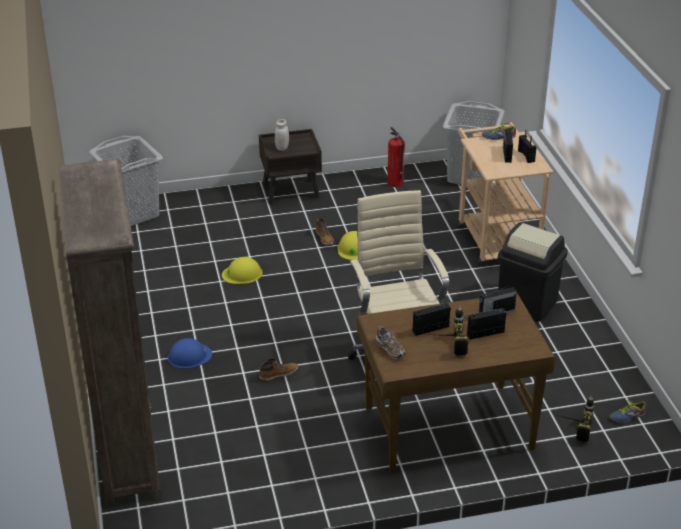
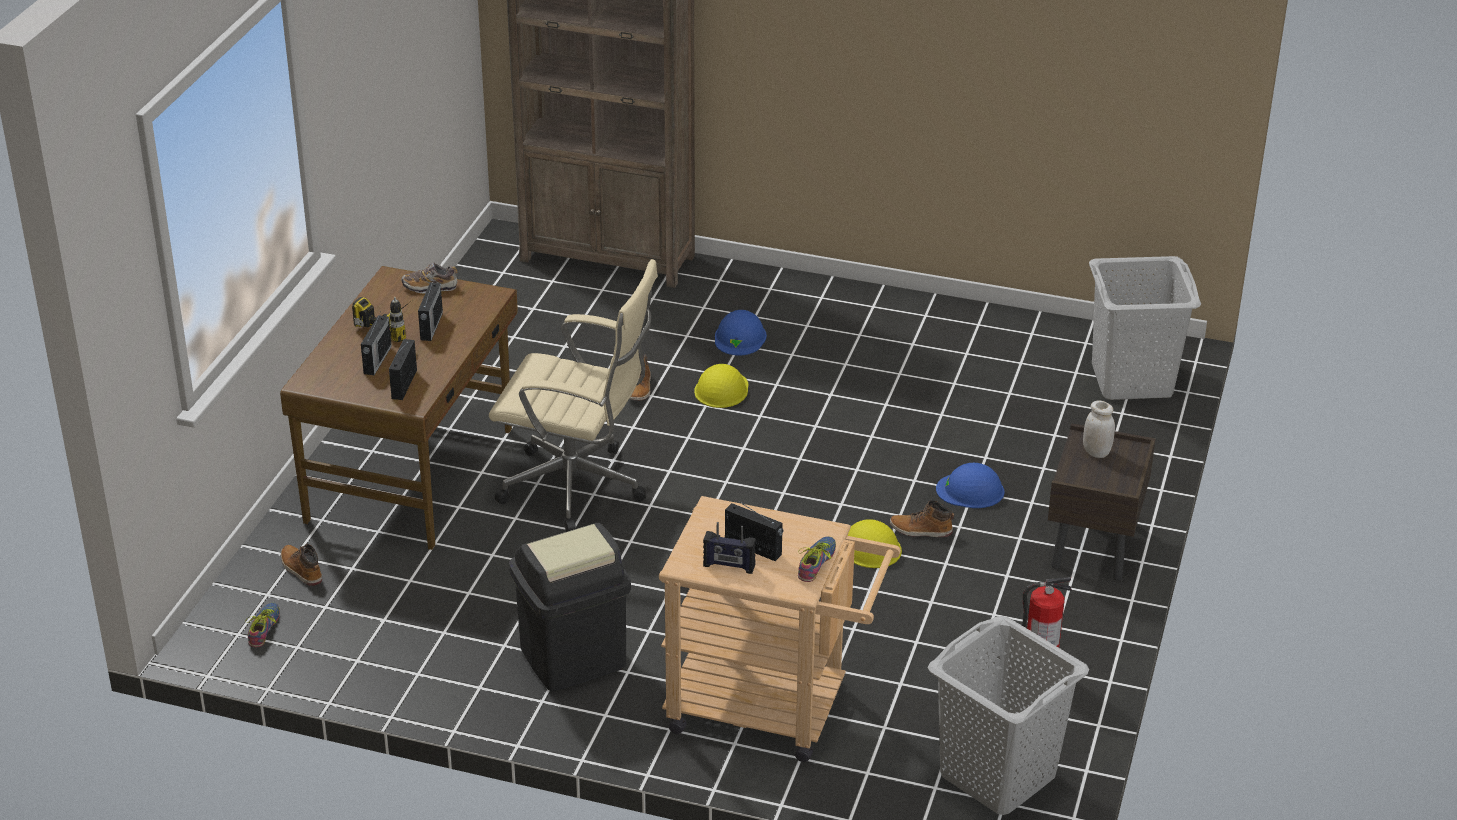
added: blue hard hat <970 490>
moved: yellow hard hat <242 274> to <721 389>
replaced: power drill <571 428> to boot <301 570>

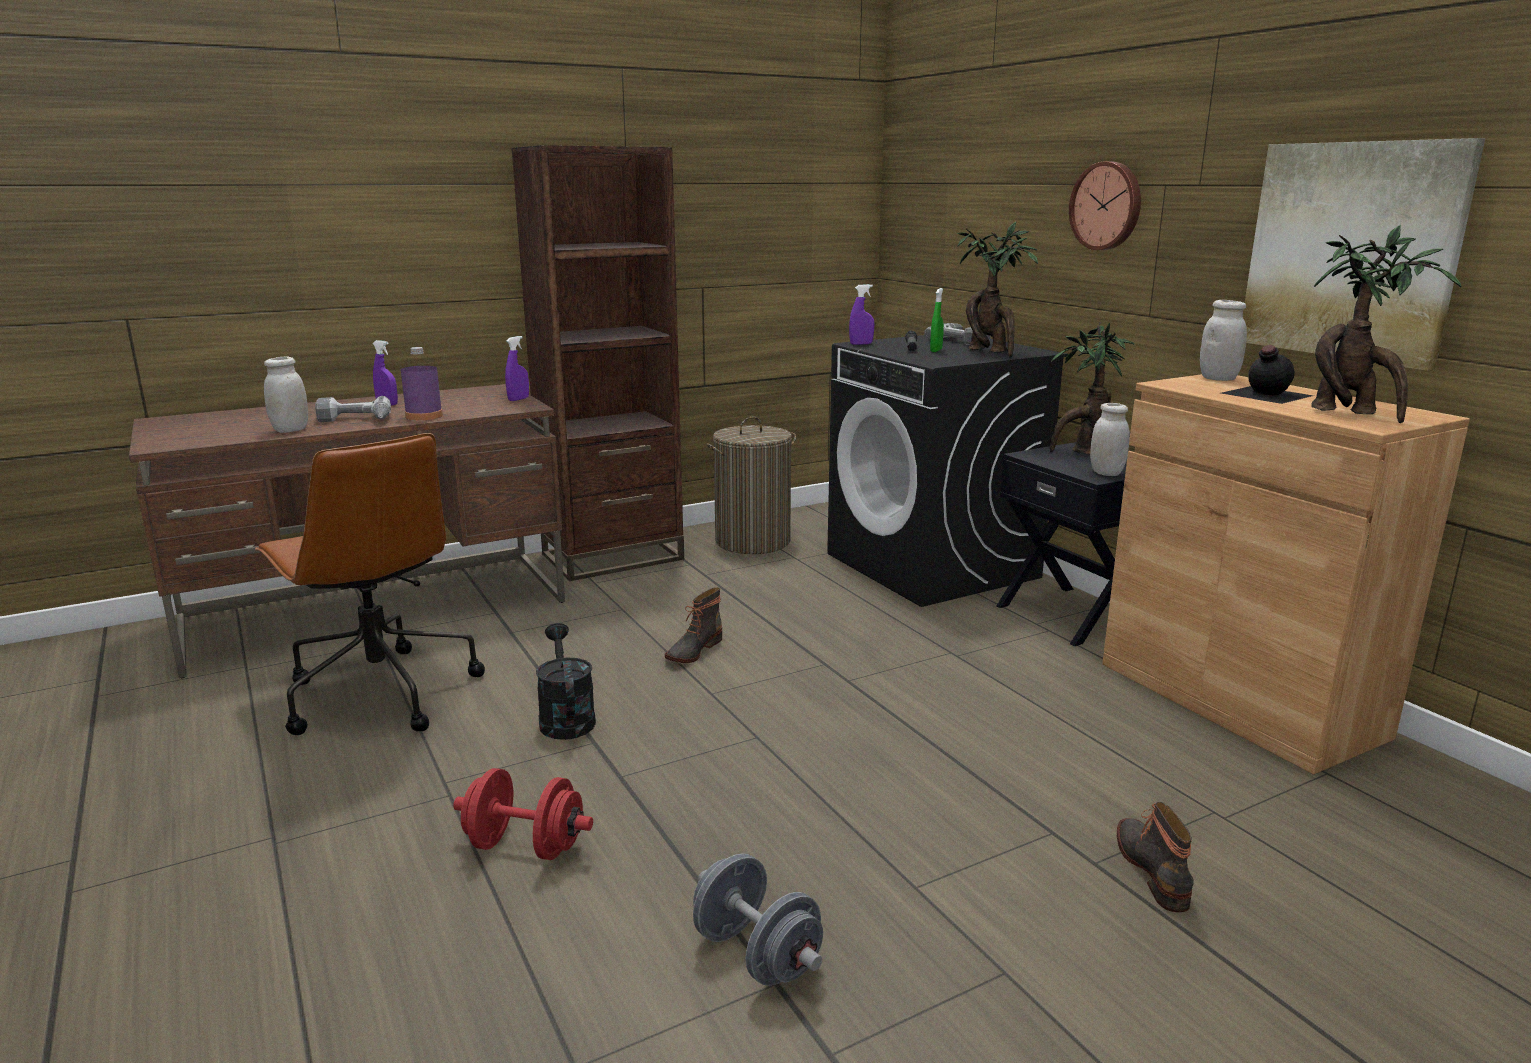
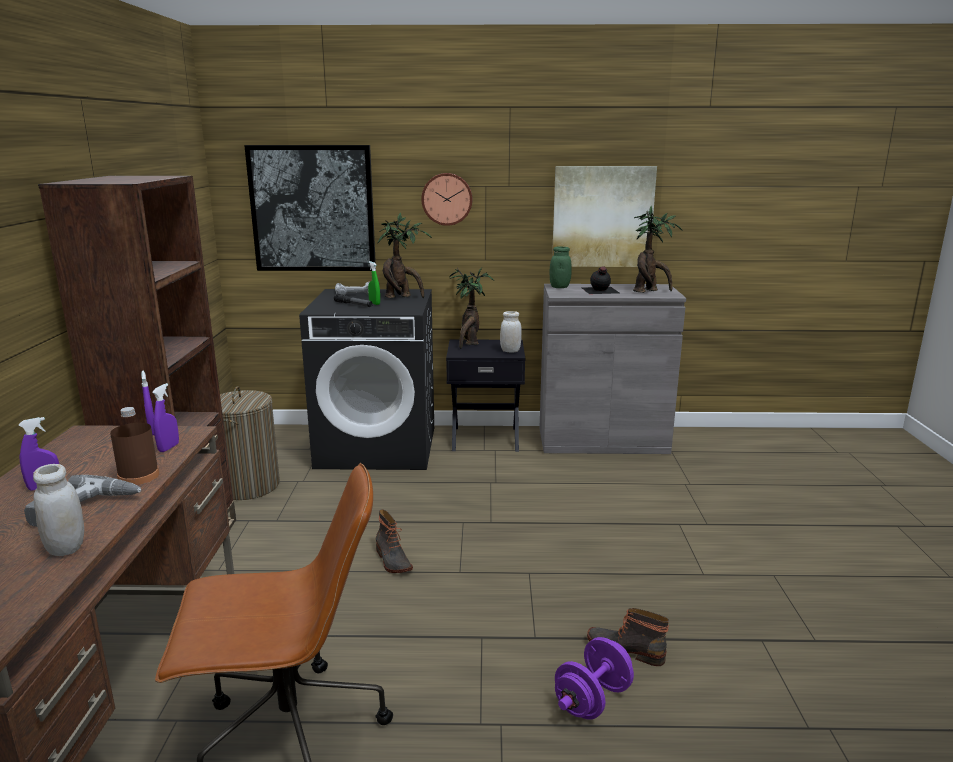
removed: black watering can <565 718>; grey dumbbell <756 954>
added: picture <312 209>
moved: purple spray bottle <861 344> to <168 448>; boot <1154 870> to <626 649>
recoloured: white jar <1218 378> to green jar <559 287>; purple bottle <424 416> to brown bottle <138 476>; brown cabinet <1238 699> to grey cabinet <602 440>; red dumbbell <525 846> to purple dumbbell <592 699>

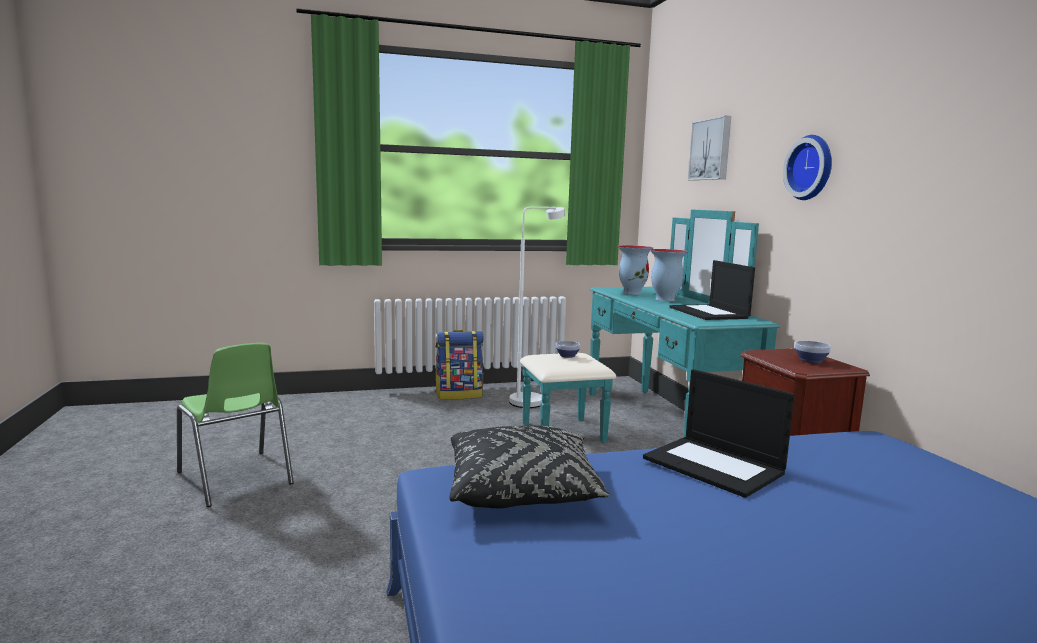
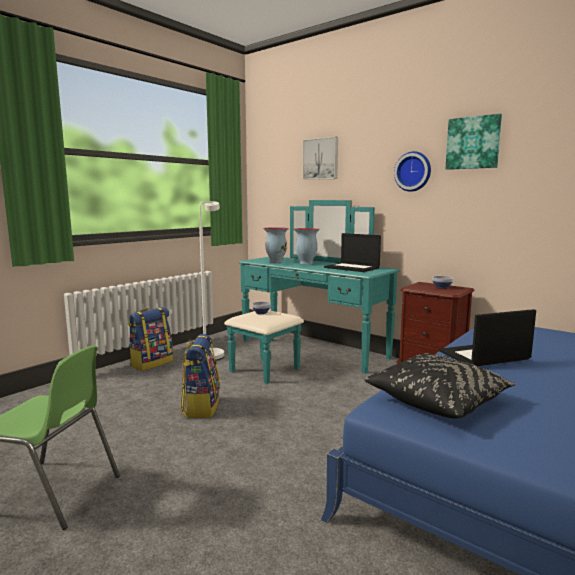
added: picture <473 143>; backpack <201 407>
turned: laptop <715 466> = <483 356> 150 degrees clockwise

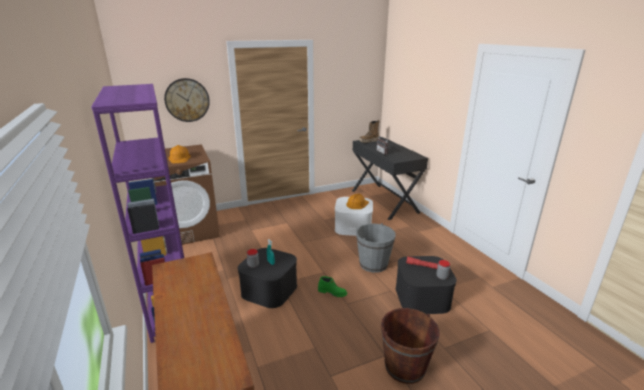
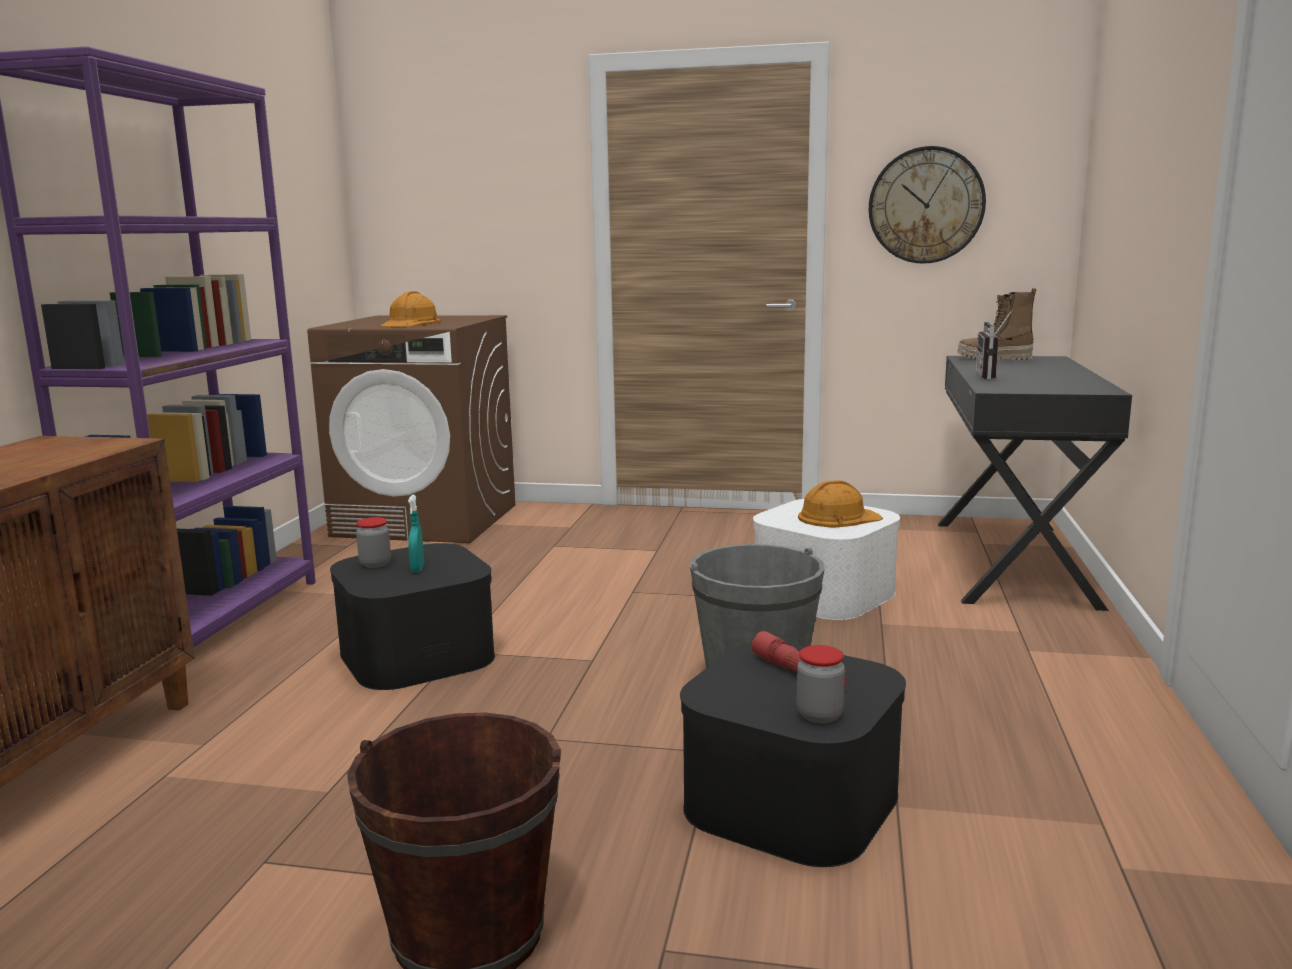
removed: green boot <332 292>
moved: wall clock <187 100> to <926 205>

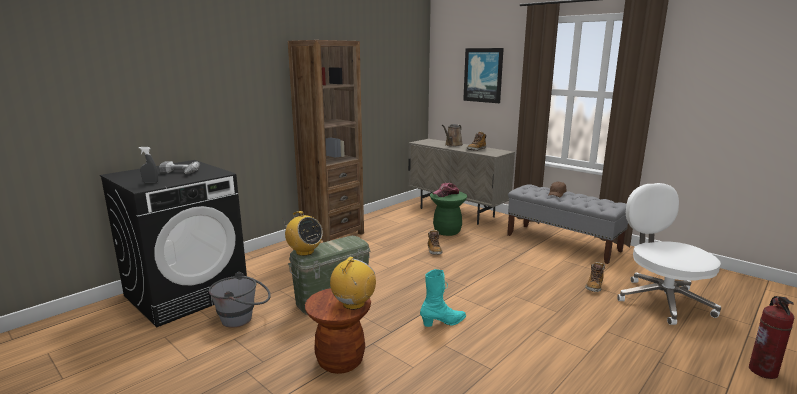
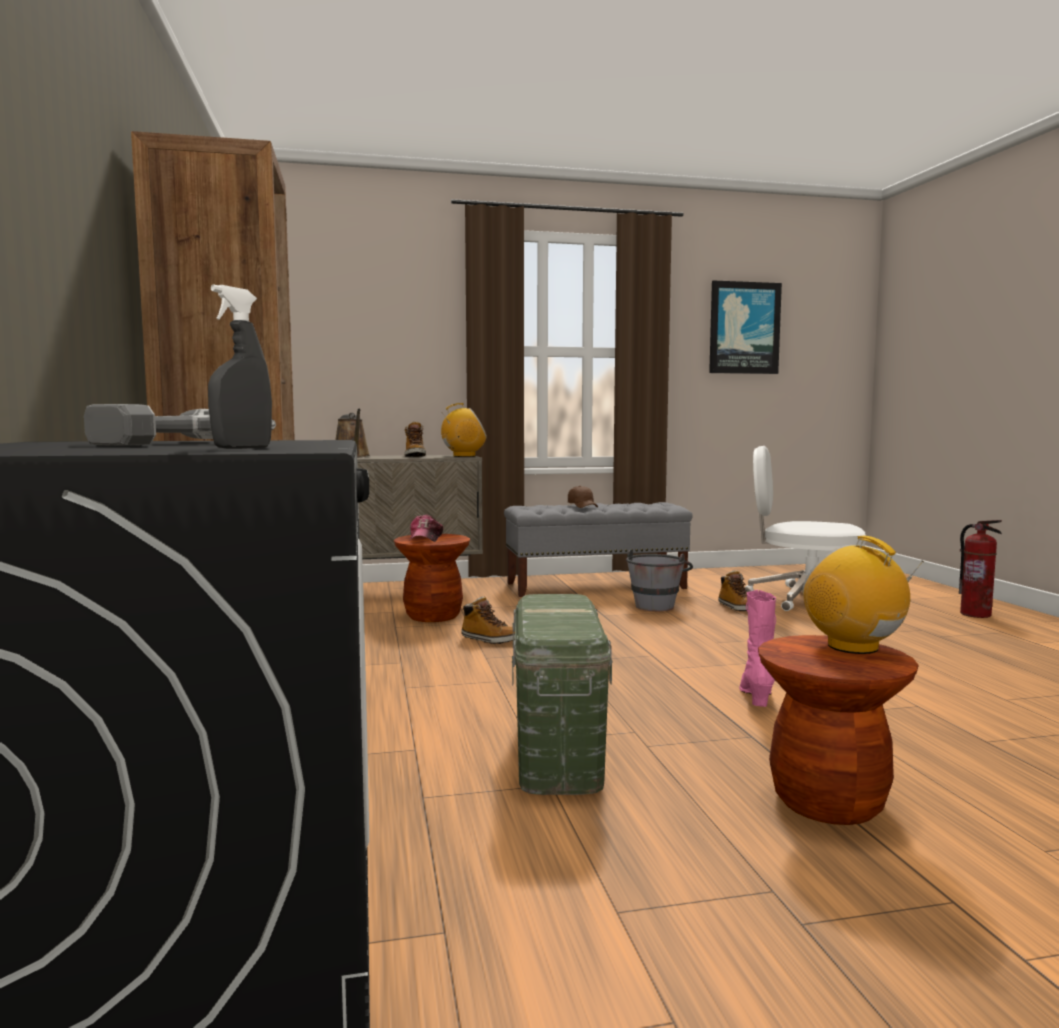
moved: picture <483 75> to <744 328>; radio <304 252> to <464 456>; grey bucket <243 319> to <657 605>
recoloured: green stool <447 231> to brown stool <433 616>; turquoise boot <443 323> to pink boot <756 697>

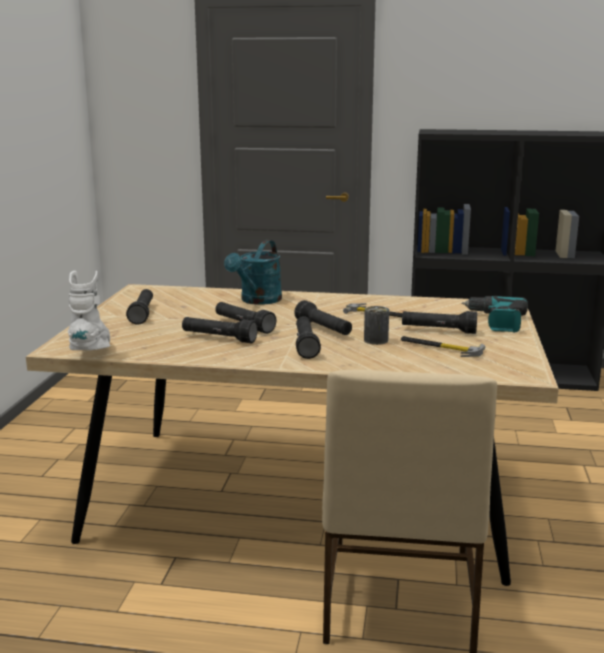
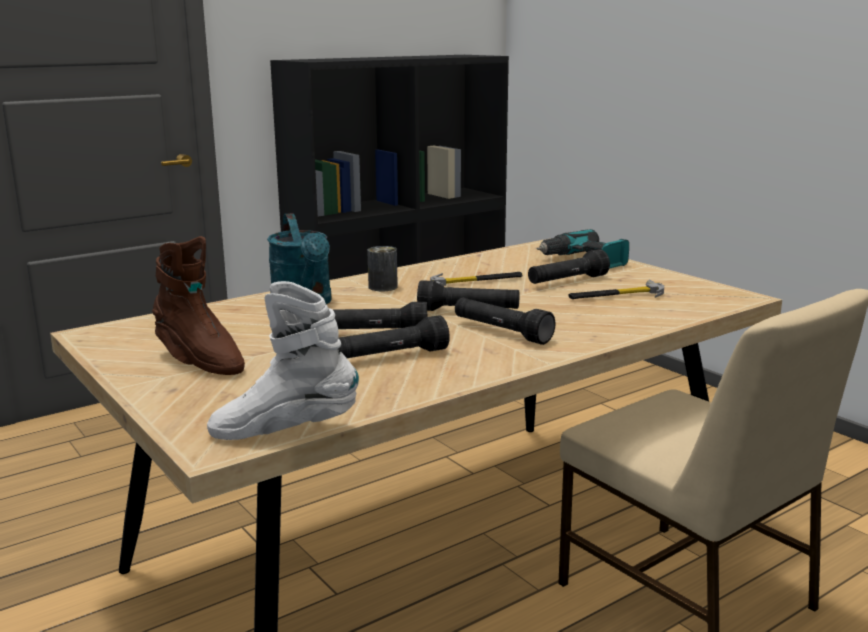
moved: can <376 340> to <383 287>
replaced: black flashlight <142 314> to brown boot <199 361>
turned: white boot <93 353> = <285 431> 45 degrees counterclockwise

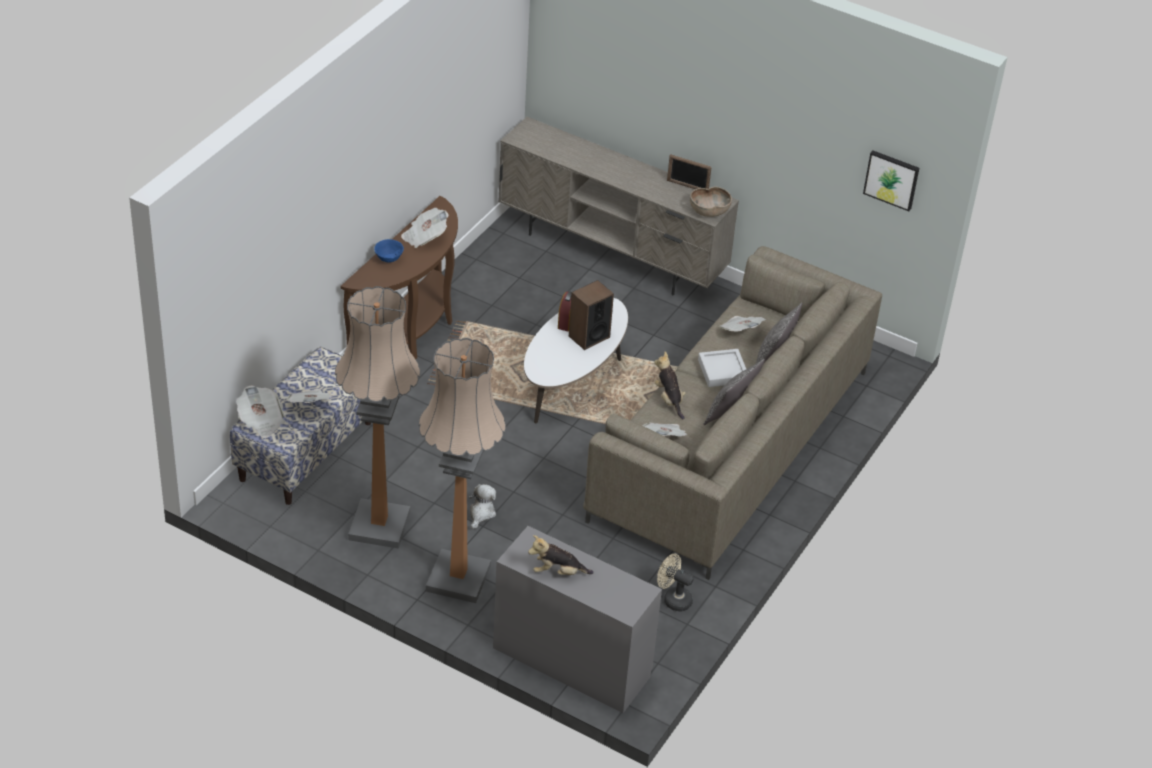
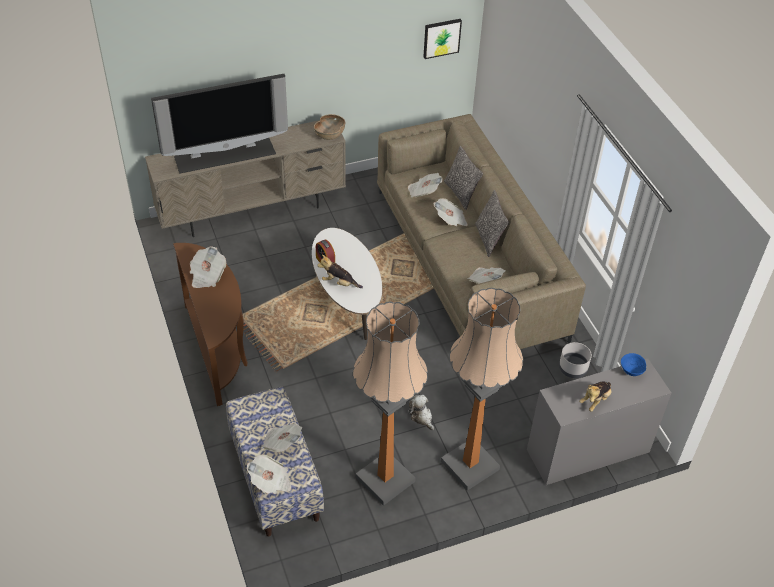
removed: picture frame <687 186>; speaker <589 336>
added: television <224 154>
moved: blue bowl <389 259> to <631 371>; plush toy <669 399> to <339 283>
replaced: grey tray <722 371> to newspaper <450 220>; beige fan <673 599> to grey planter <573 368>

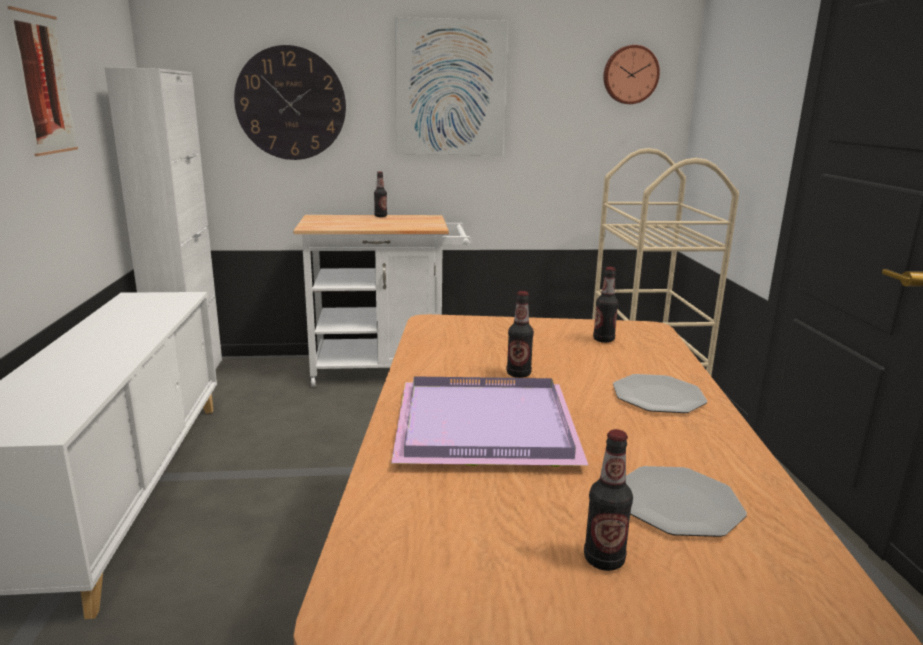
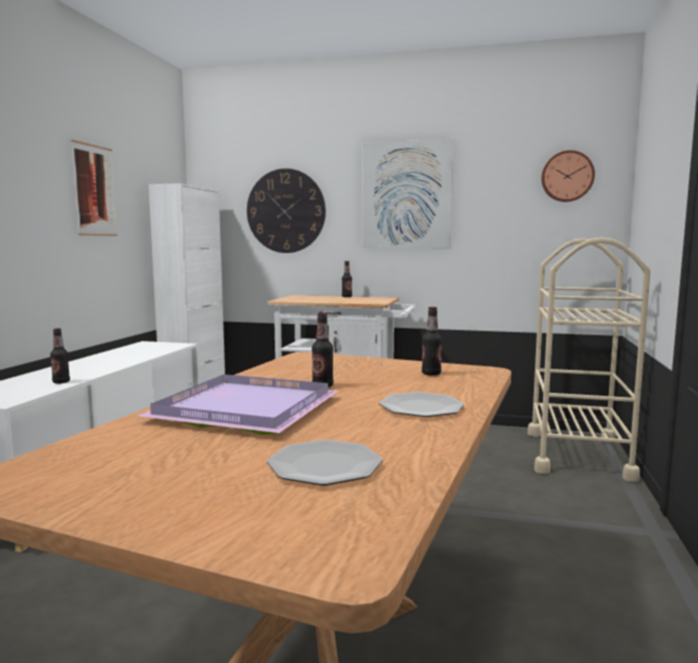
moved: bottle <604 560> to <61 382>

